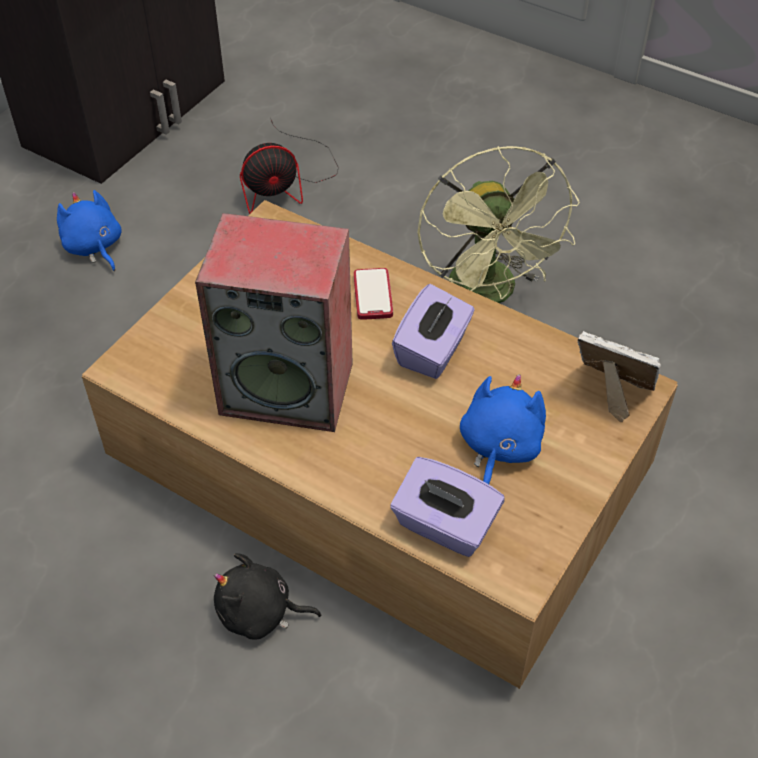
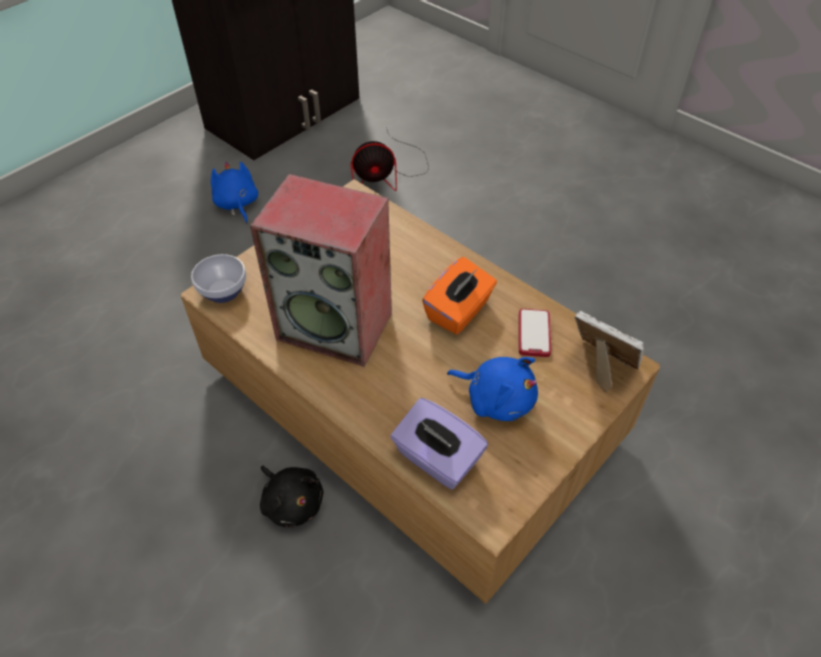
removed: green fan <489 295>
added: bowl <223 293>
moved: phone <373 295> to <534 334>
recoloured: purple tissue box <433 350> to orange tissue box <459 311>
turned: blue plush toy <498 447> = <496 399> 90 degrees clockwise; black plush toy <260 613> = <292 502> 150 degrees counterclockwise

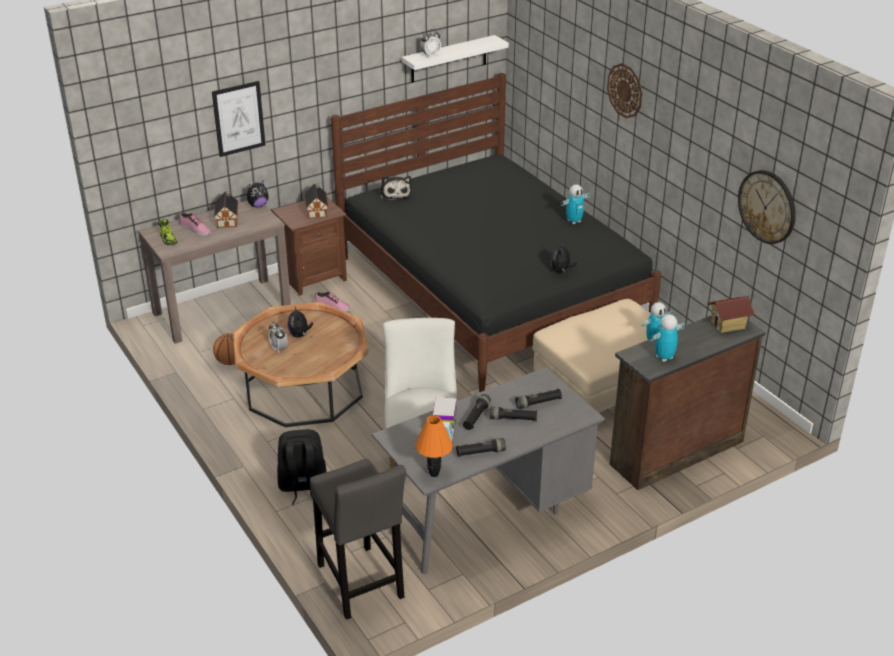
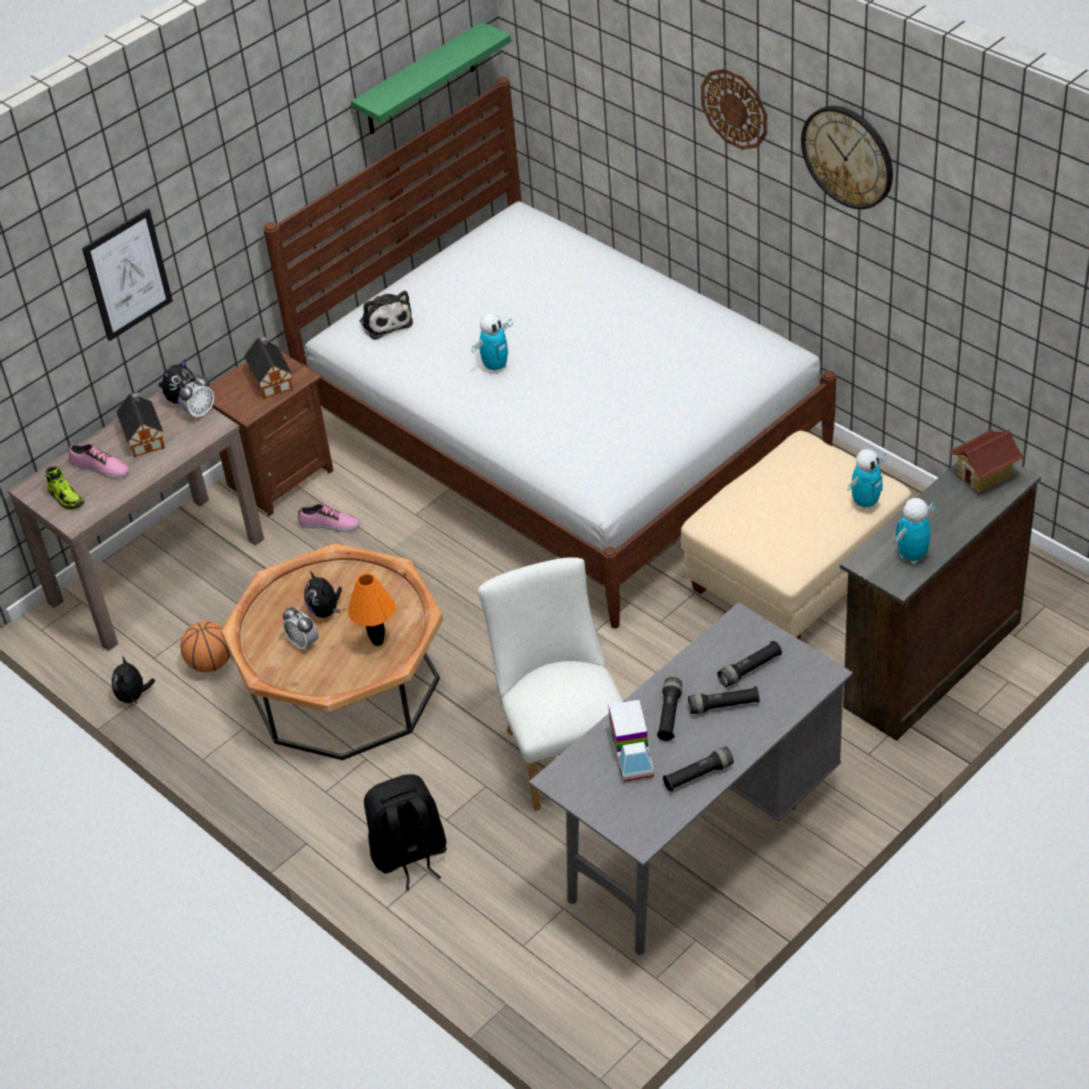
removed: grey stool <361 585>
moved: alarm clock <430 55> to <200 413>; wall clock <767 206> to <848 156>; toy robot <574 221> to <495 367>; plush toy <561 271> to <134 696>; orange table lamp <434 474> to <378 641>
recoloured: white shelf <449 59> to green shelf <420 80>; black bed <491 291> to white bed <565 439>

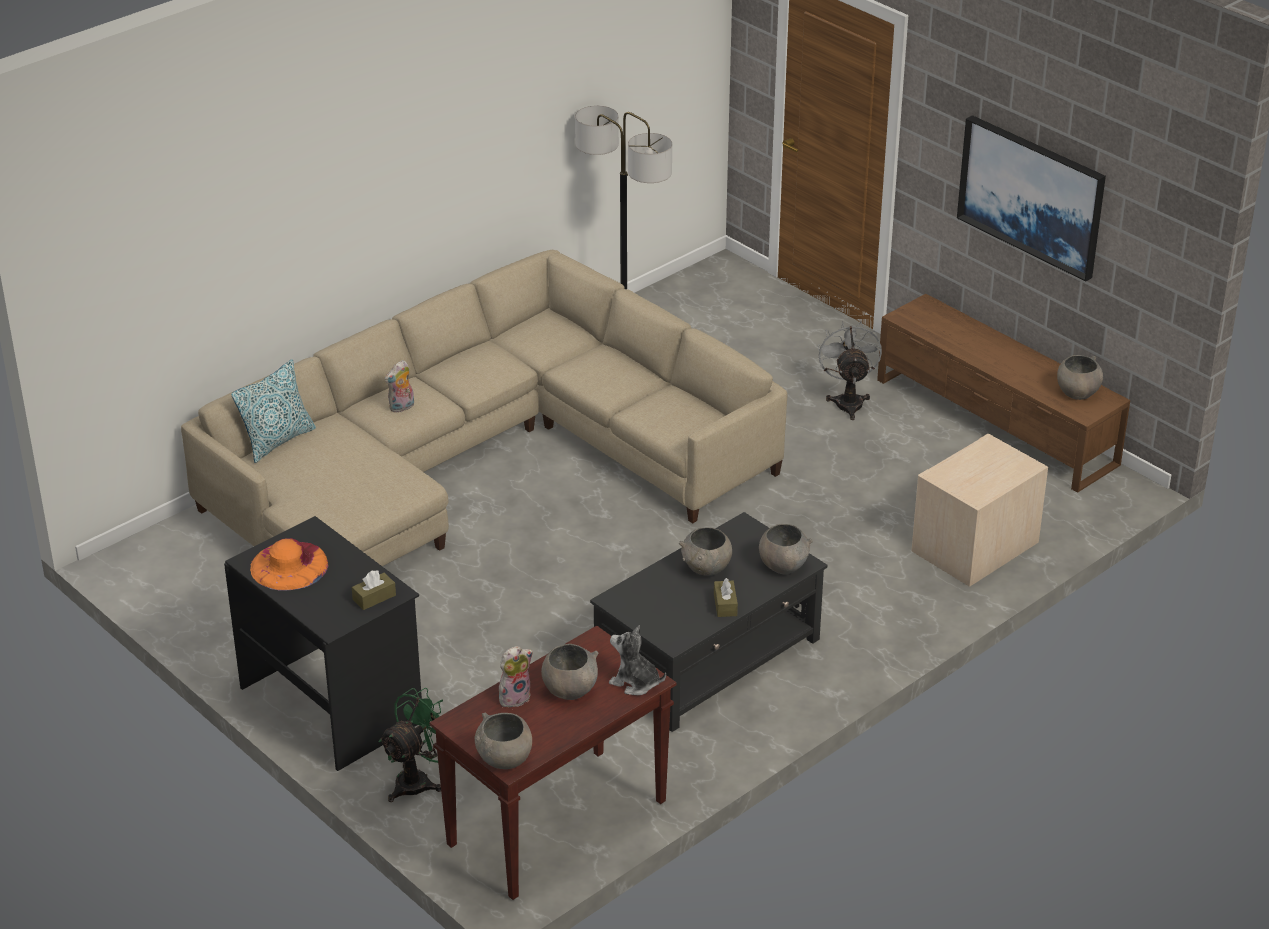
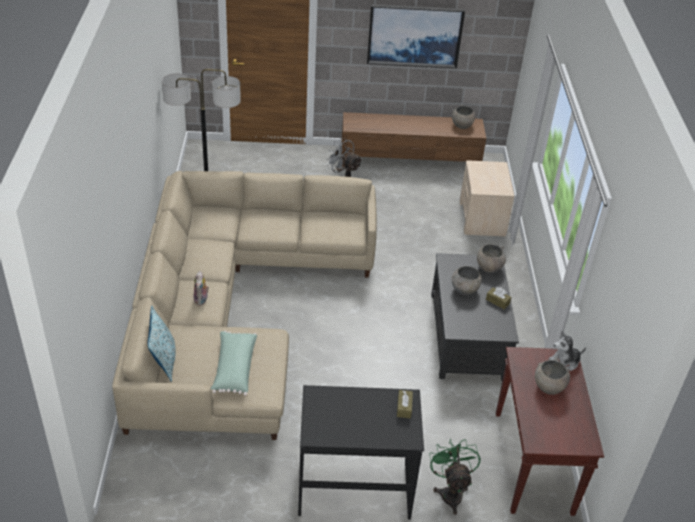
removed: orange hat <289 565>; plush toy <514 697>; grey bowl <504 759>
added: green pillow <234 368>

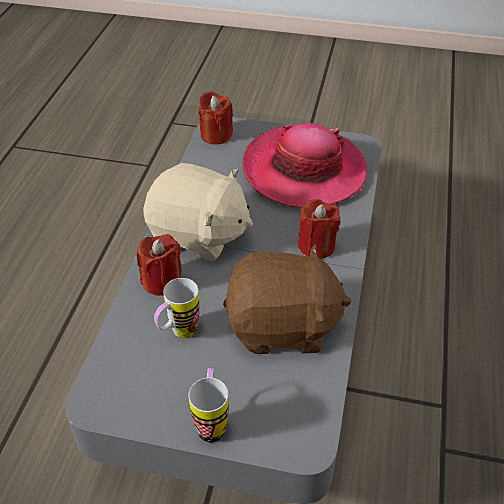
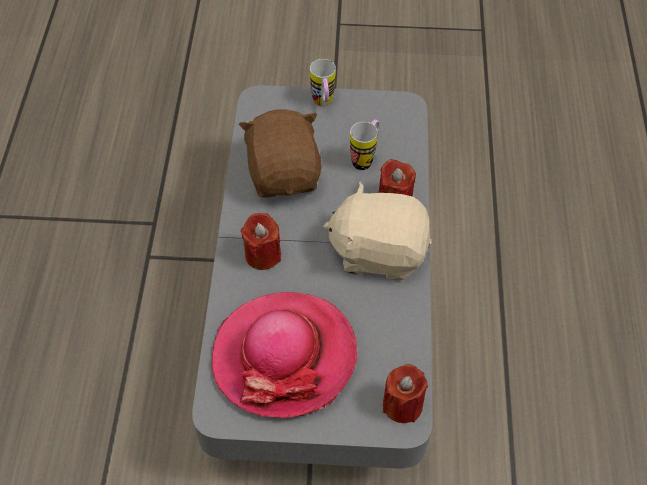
turned: brown plush toy <282 326> = <284 174> 90 degrees clockwise

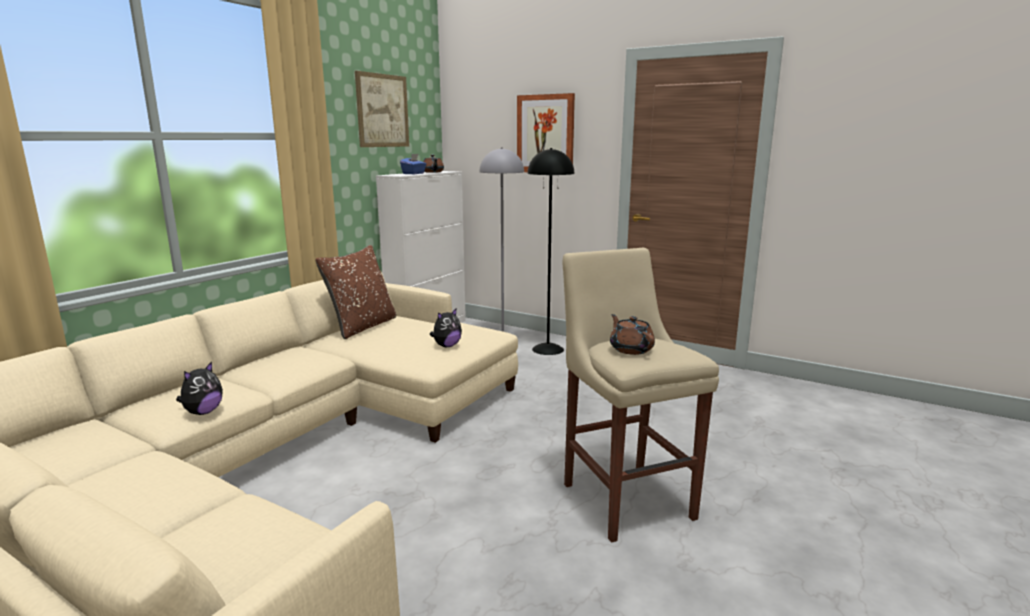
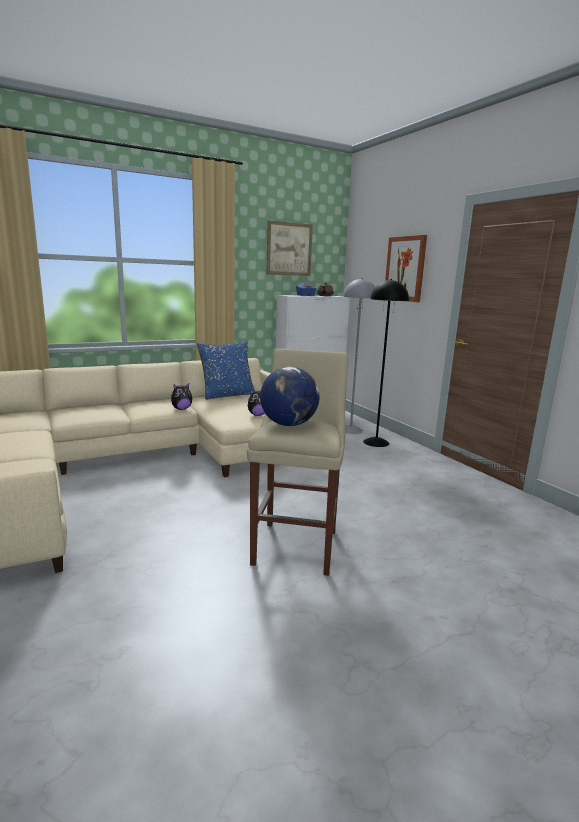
moved: plush toy <203 412> to <181 409>
replaced: brown teapot <631 349> to globe <288 424>
recoloured: brown pillow <362 327> to blue pillow <227 395>

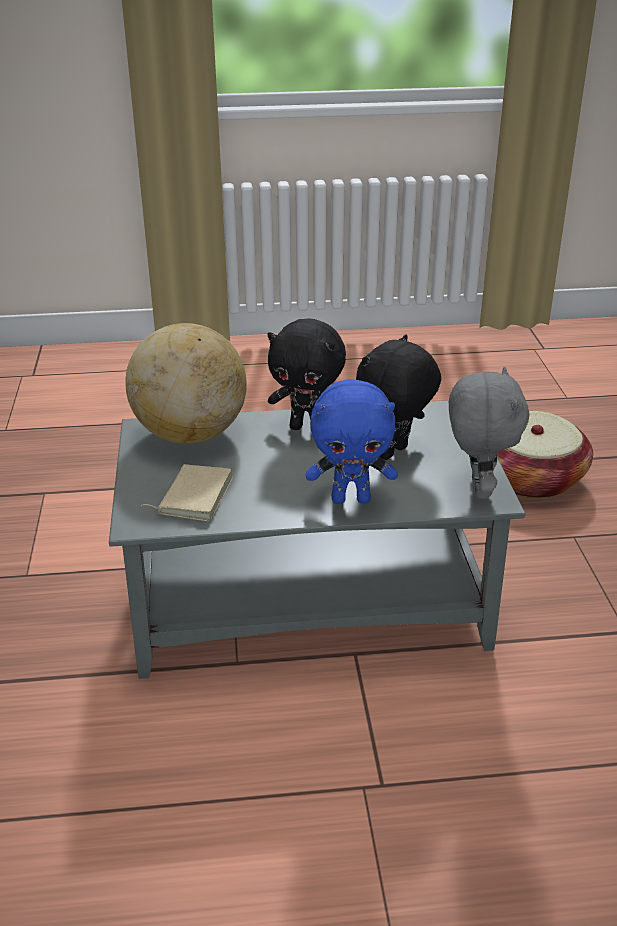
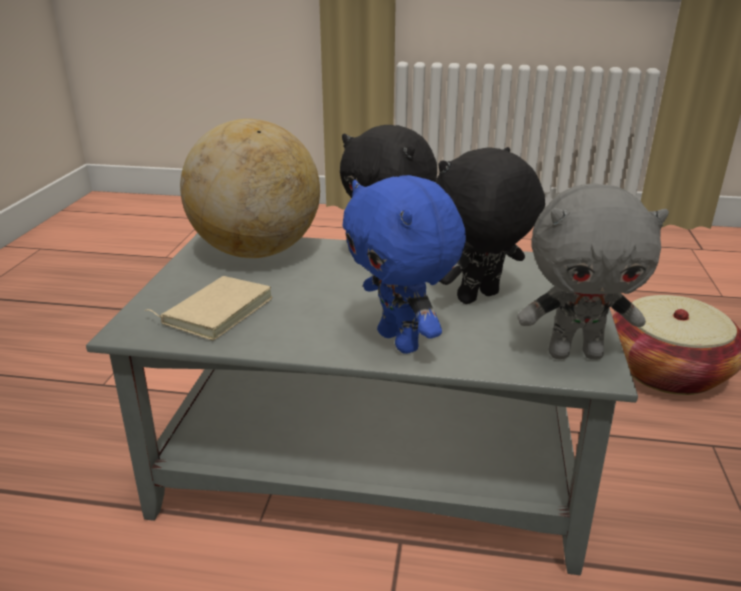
turned: grey plush toy <477 488> = <575 353> 75 degrees clockwise; blue plush toy <351 499> = <401 341> 45 degrees clockwise

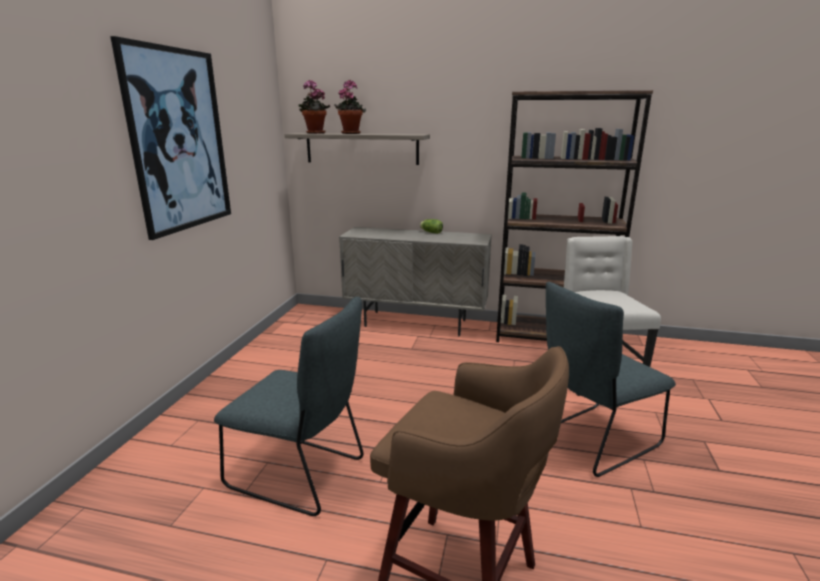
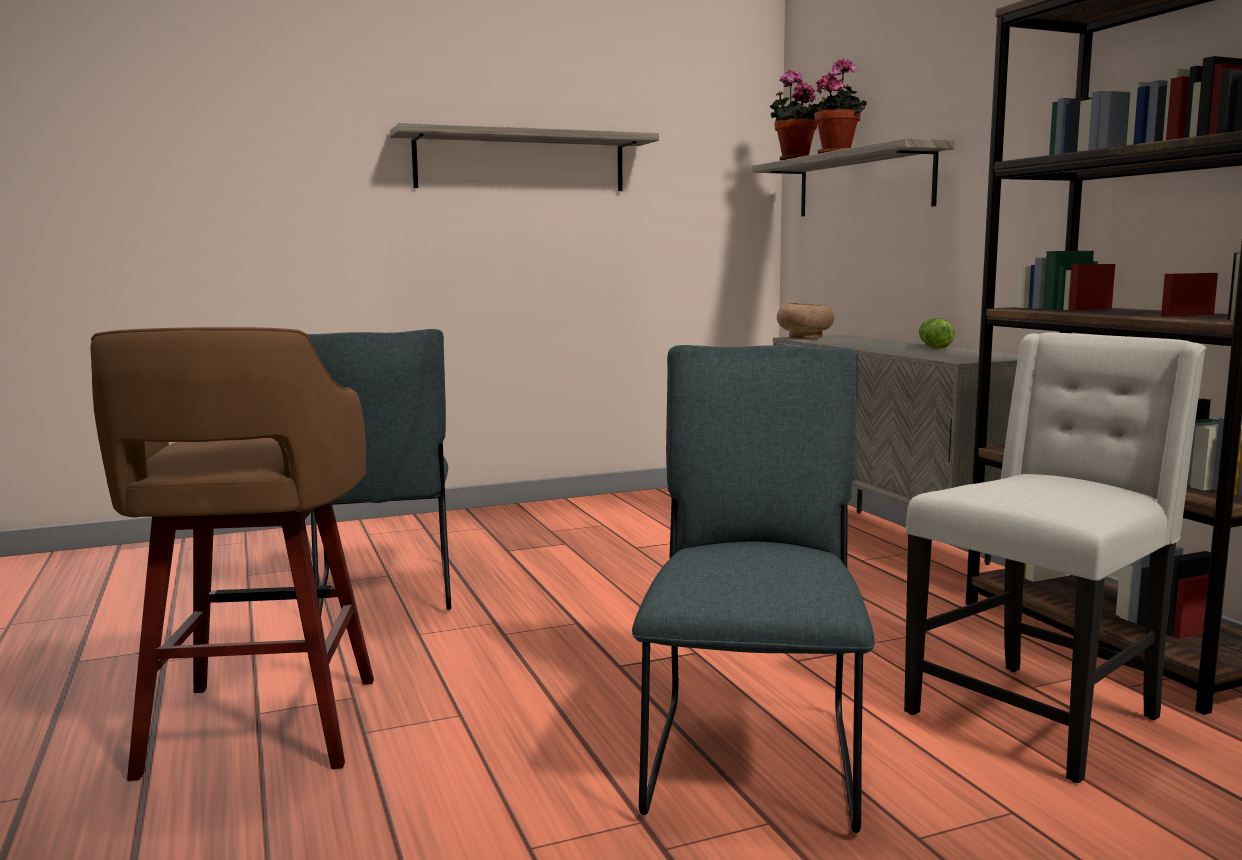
added: brown bowl <805 337>
replaced: picture <179 141> to shelf <521 162>
turned: grey chair <592 441> = <752 756> 75 degrees clockwise

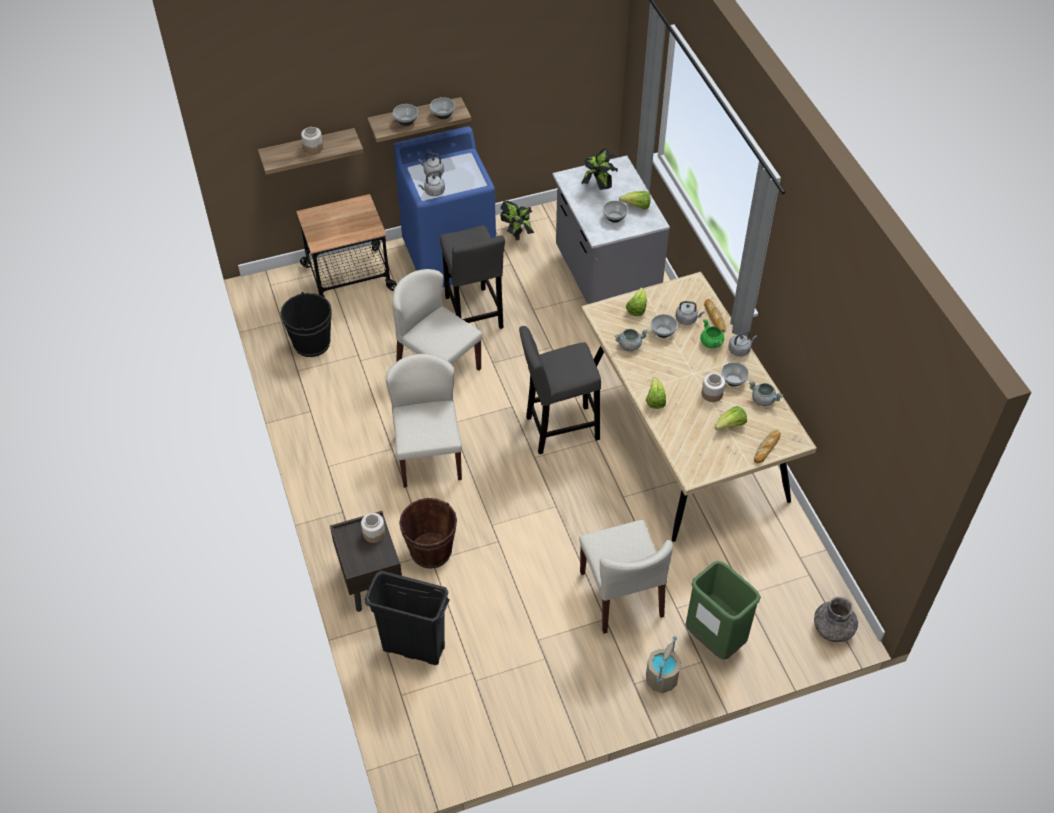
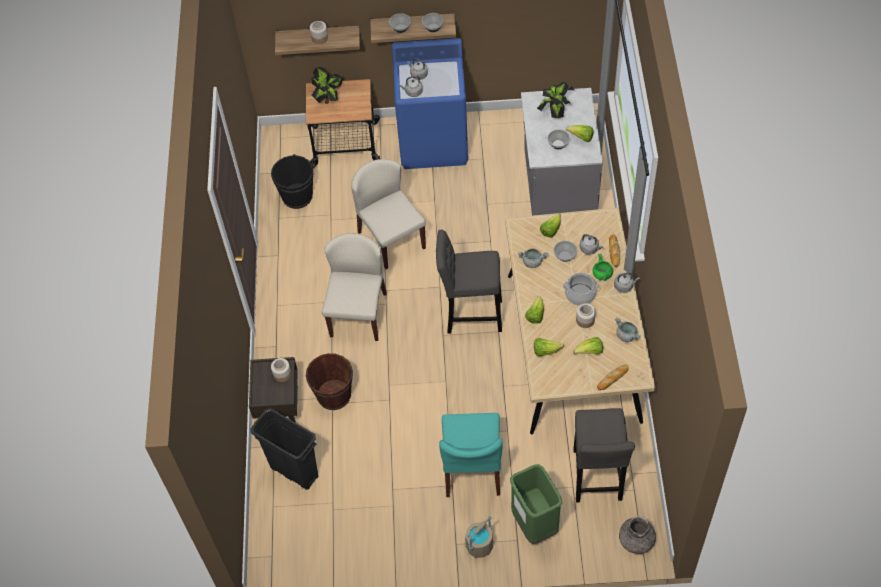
removed: bowl <733 381>
added: cooking pot <580 294>; lettuce <545 351>
moved: potted plant <517 234> to <328 98>; grey stool <474 315> to <596 478>
recoloured: beige chair <621 594> to turquoise chair <472 468>

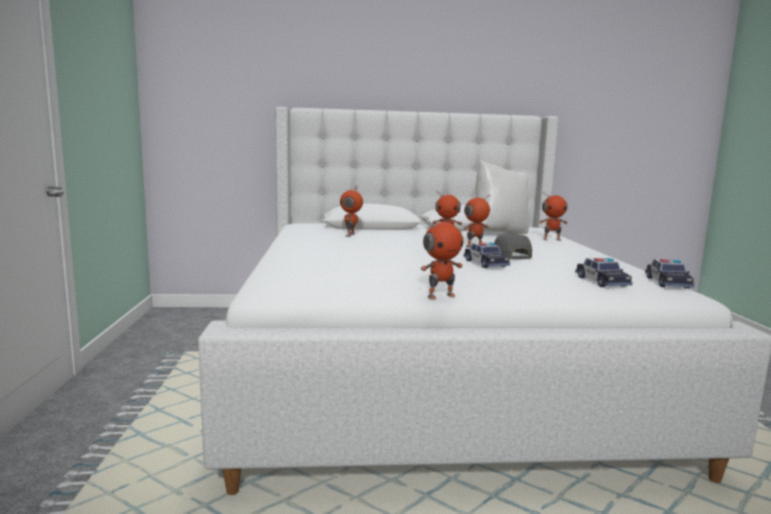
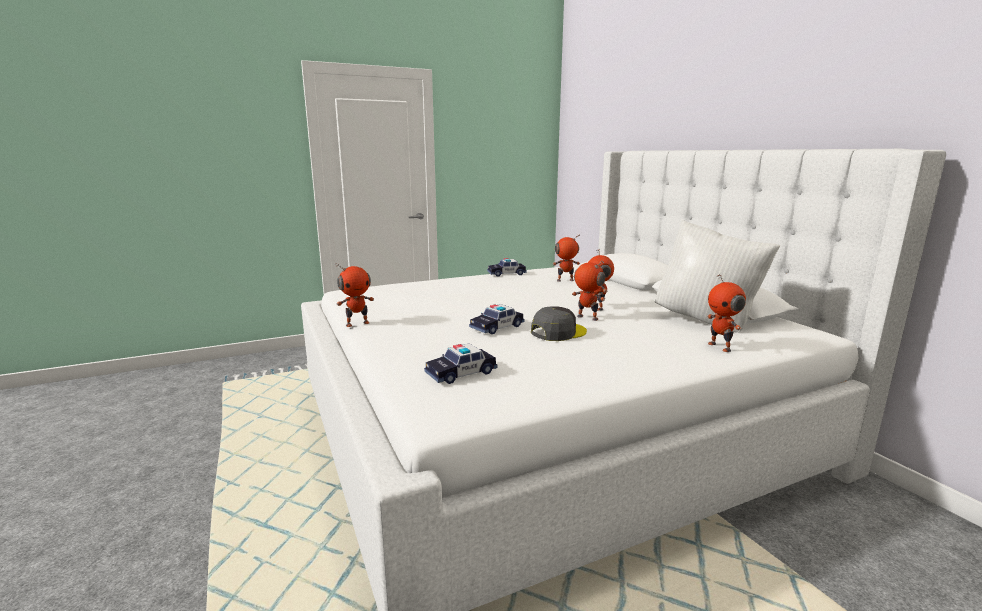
moved: toy car <667 283> to <506 274>
turned: toy robot <440 296> = <357 323> 75 degrees counterclockwise

